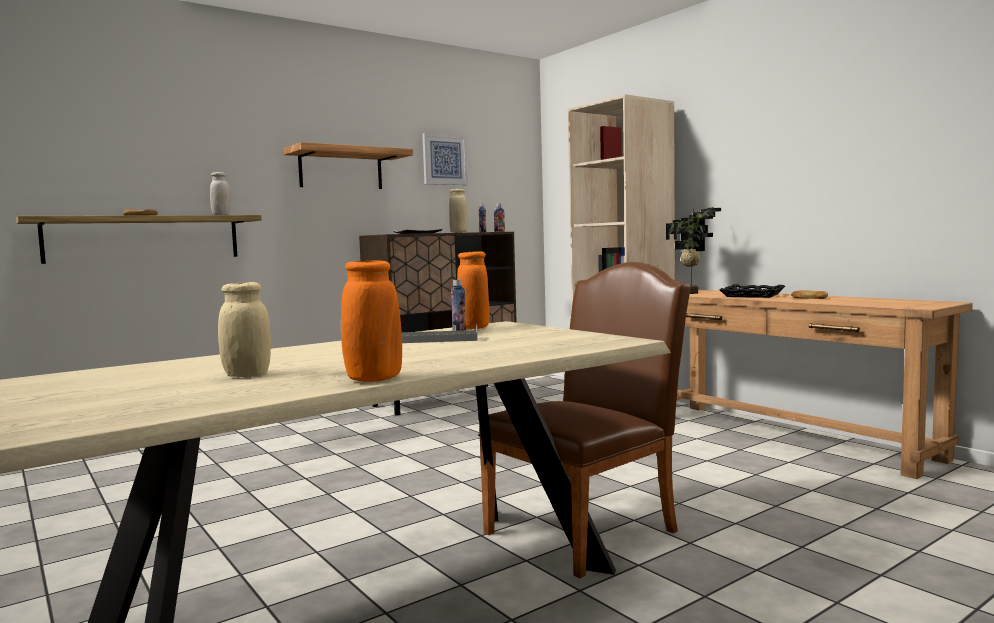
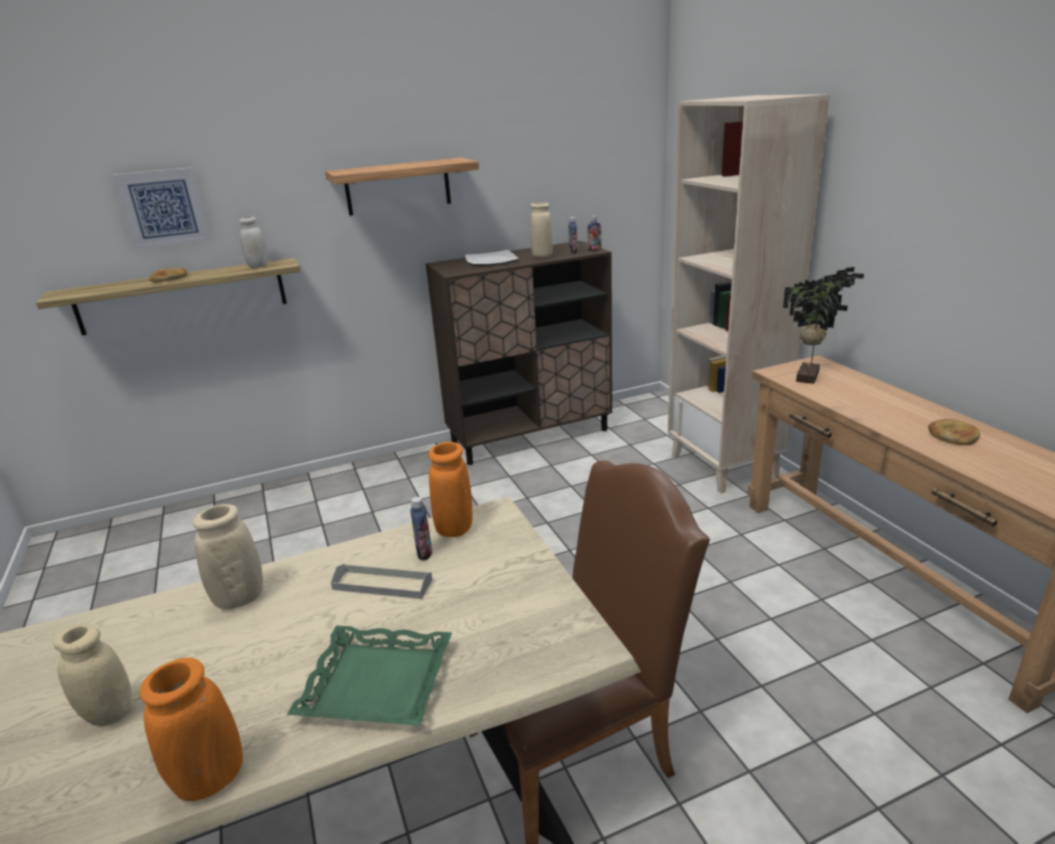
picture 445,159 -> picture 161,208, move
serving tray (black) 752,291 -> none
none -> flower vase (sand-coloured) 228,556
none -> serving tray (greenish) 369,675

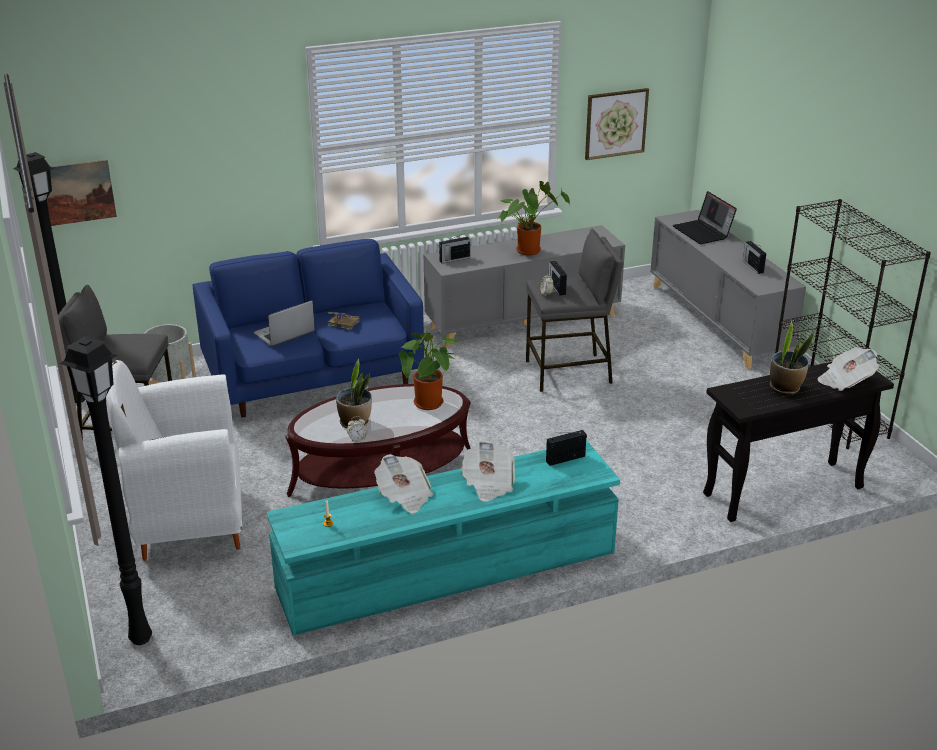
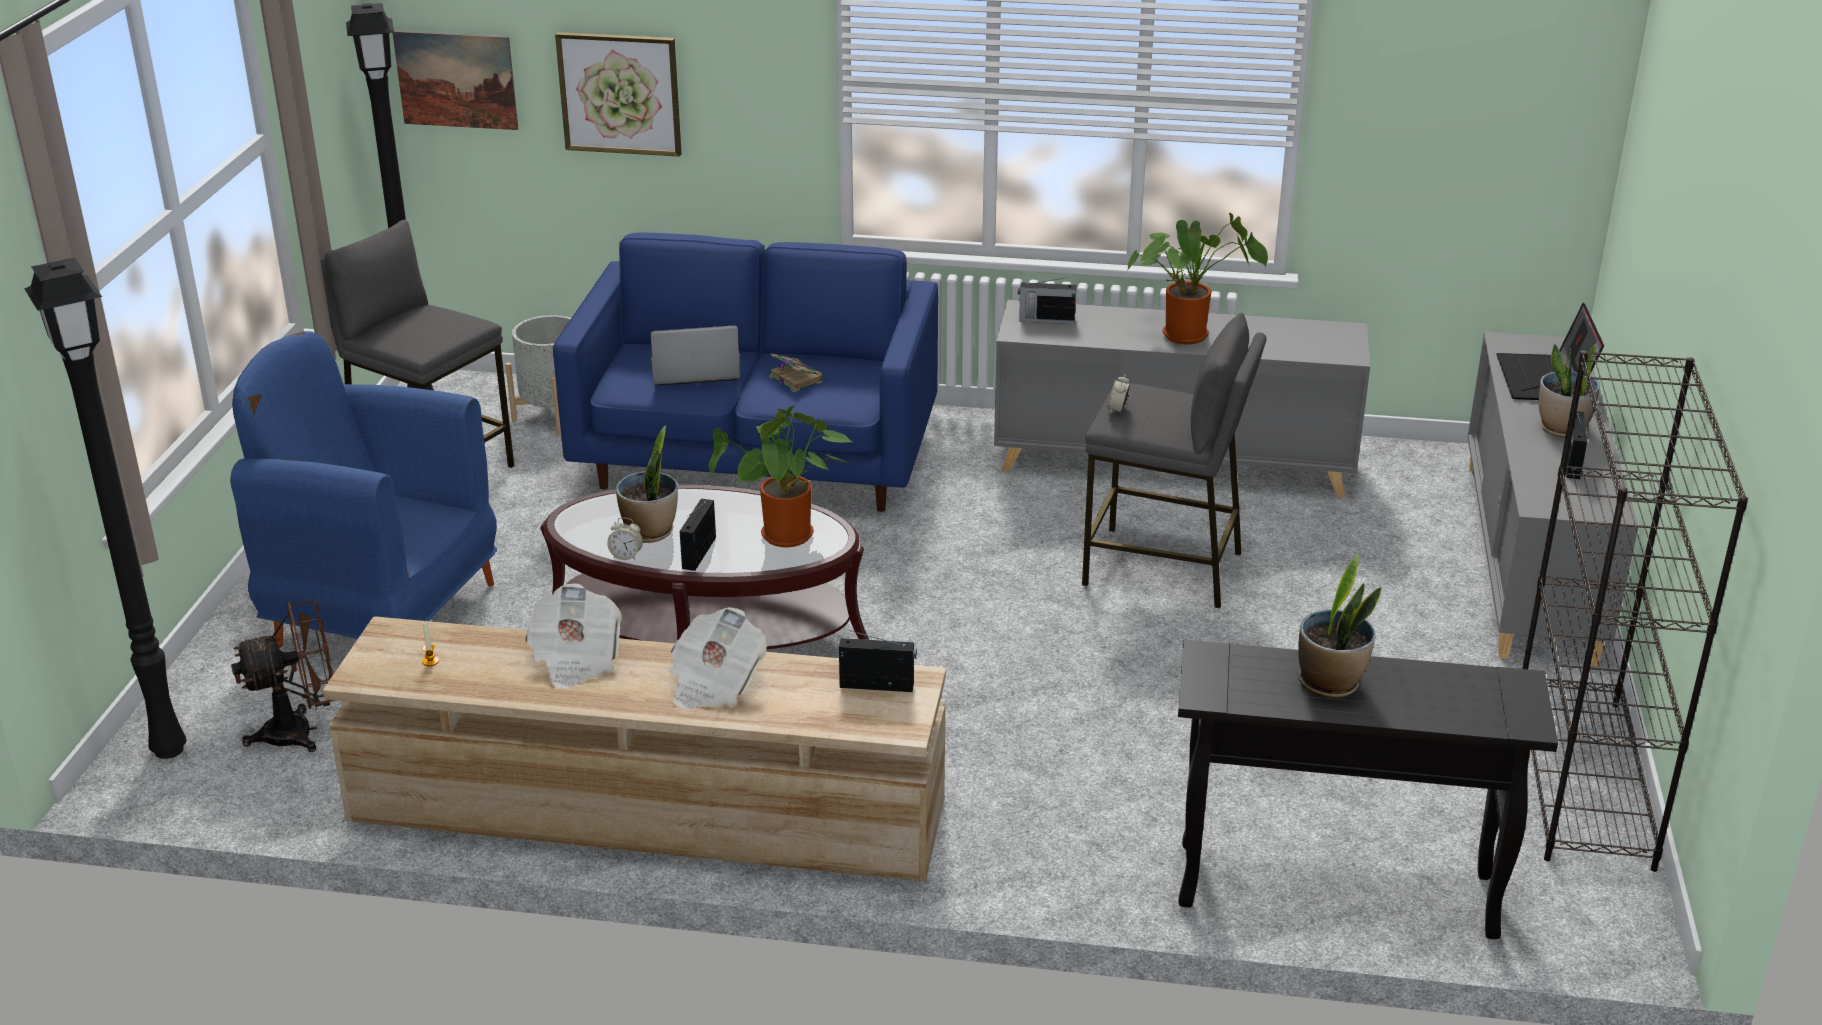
armchair (whitish) 174,460 -> armchair (blue) 363,489
tv stand (blue-green) 443,538 -> tv stand (sand-coloured) 634,749
radio 558,278 -> radio 698,535, move
picture 617,124 -> picture 618,94, move
printed paper 848,369 -> none
none -> fan (brown-coloured) 283,676
none -> plant in a pot 1569,390

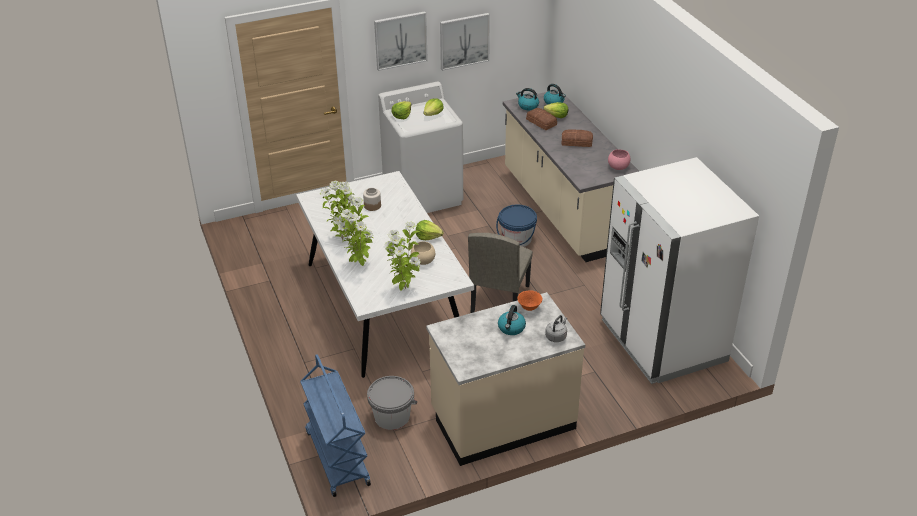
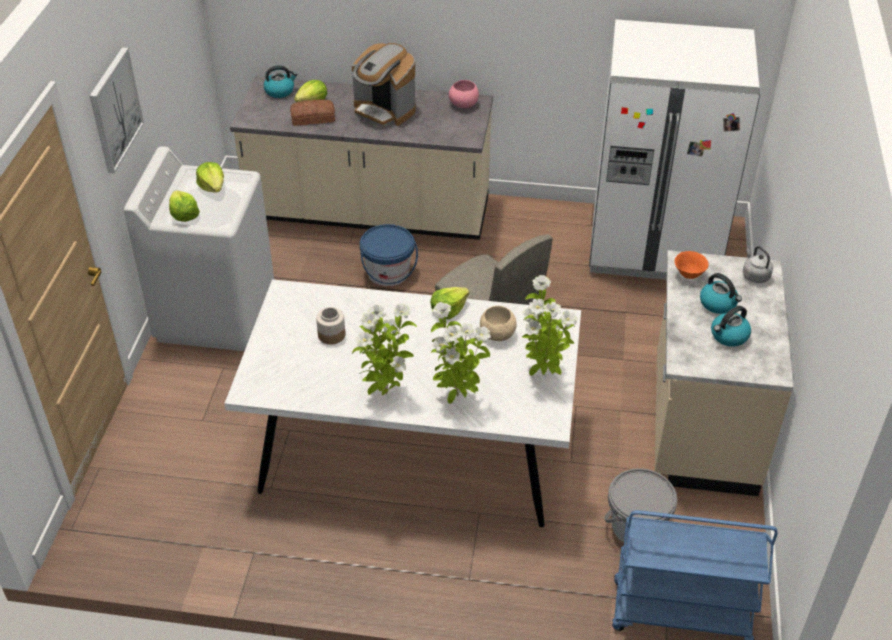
picture 465,42 -> none
tea kettle 527,99 -> tea kettle 731,326, move
bakery bread 577,138 -> coffee maker 384,85

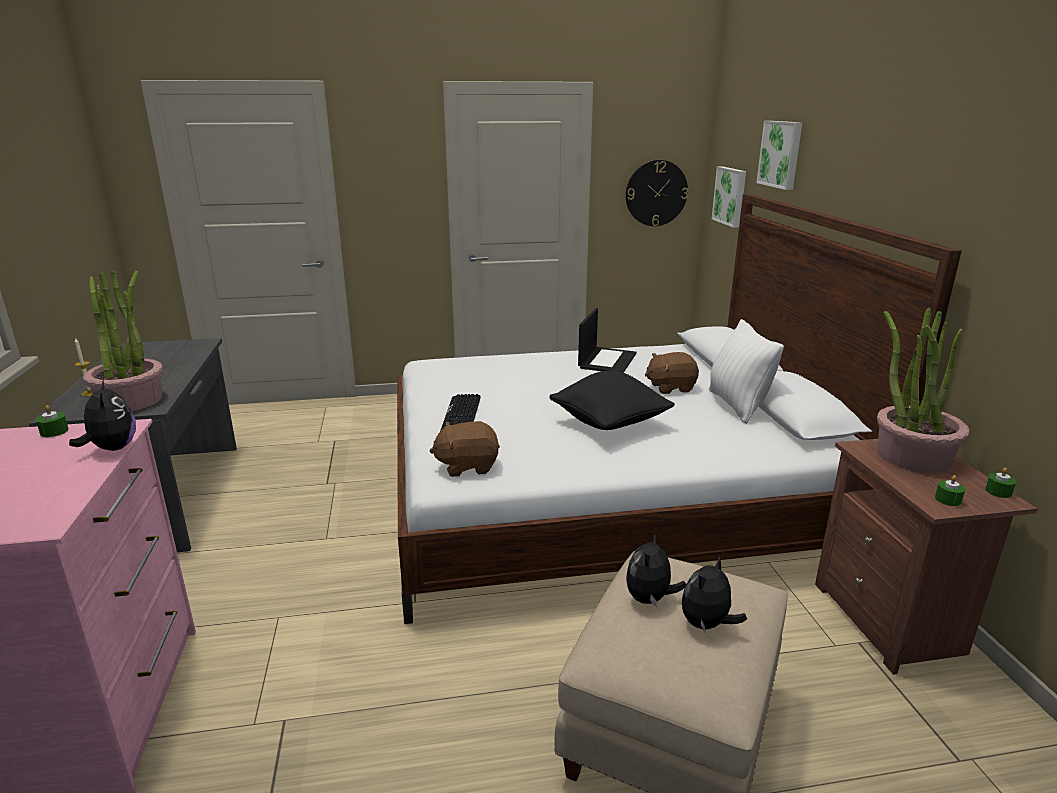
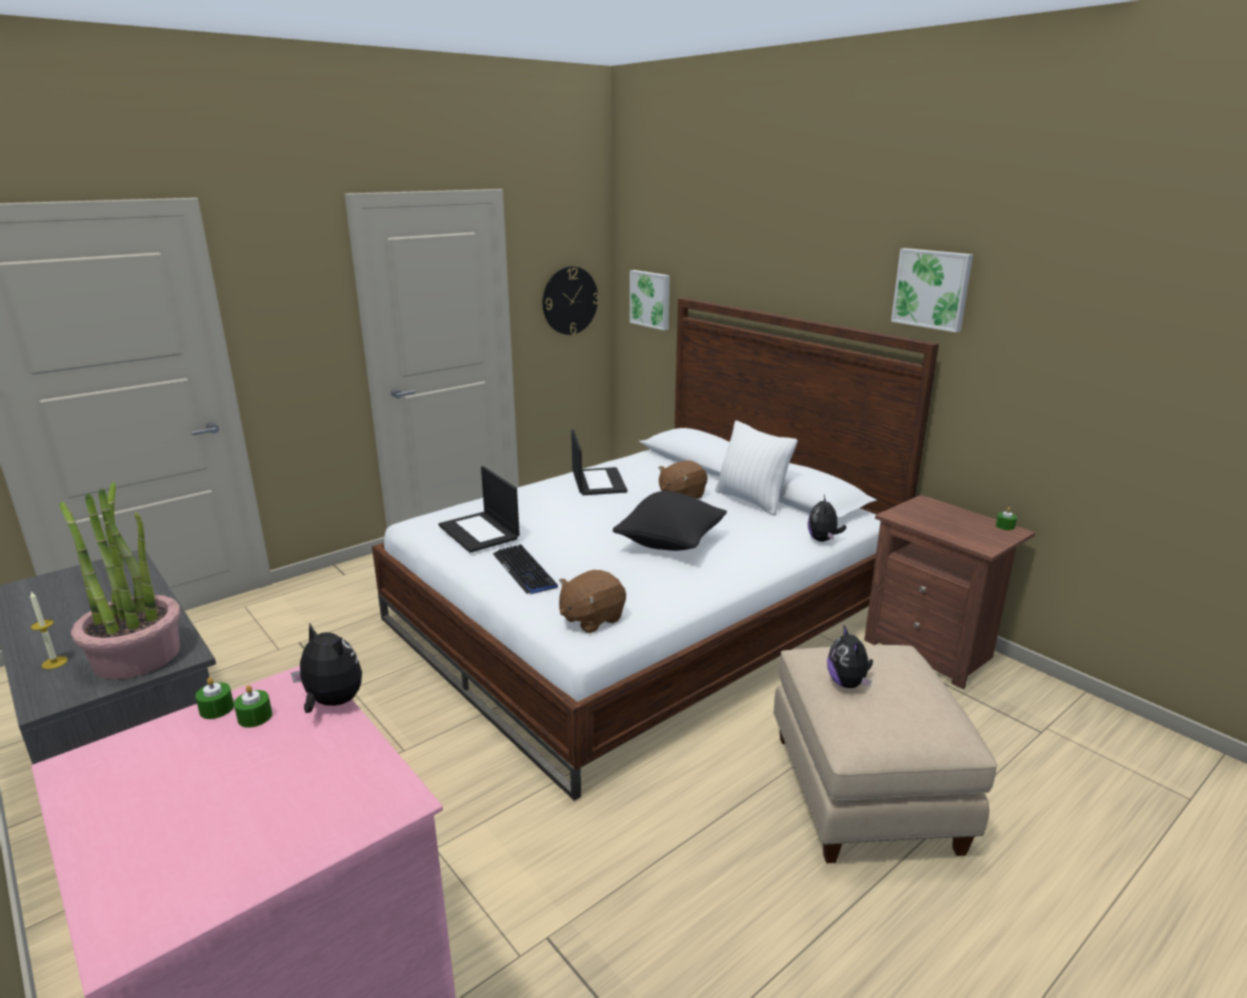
plush toy 714,593 -> plush toy 827,518, move
picture 779,155 -> picture 932,290, move
plant in a pot 923,390 -> none
candle (greenish) 950,490 -> candle (greenish) 253,706, move
none -> notebook computer 479,509

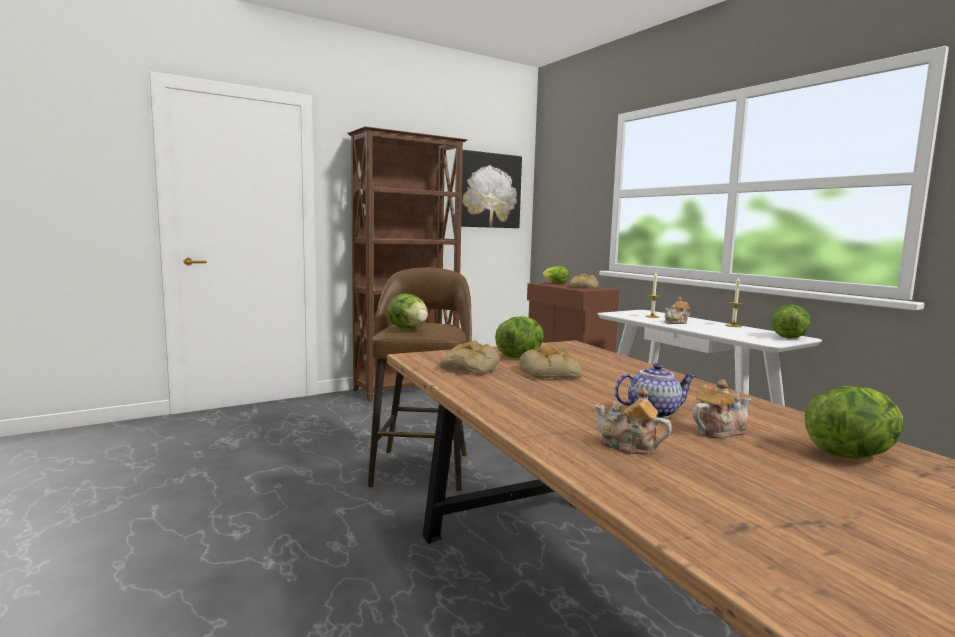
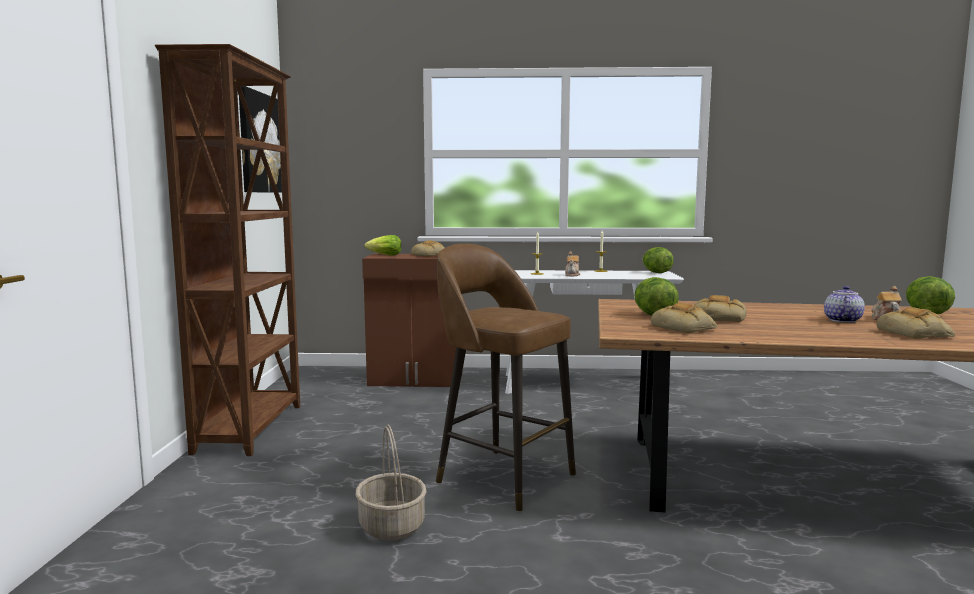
lettuce 407,311 -> none
teapot 633,421 -> bakery bread 916,323
none -> storage basket 391,483

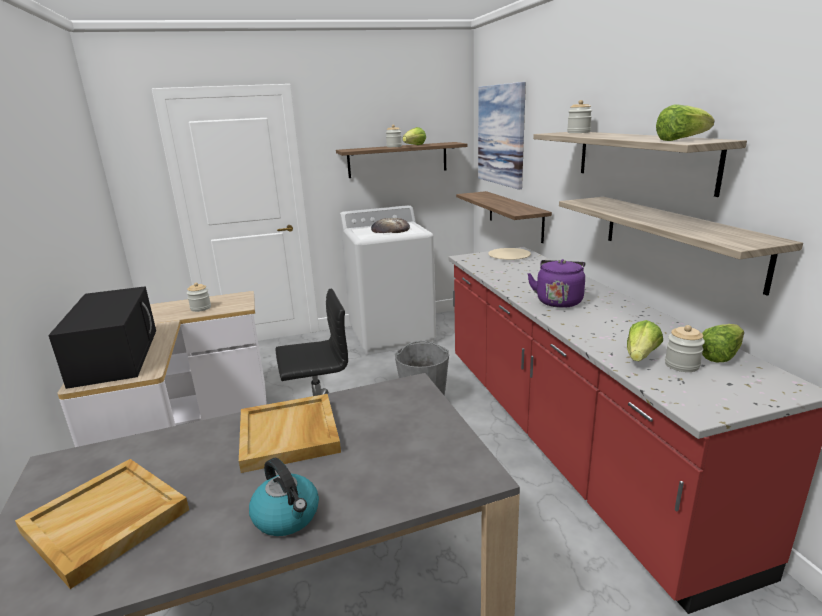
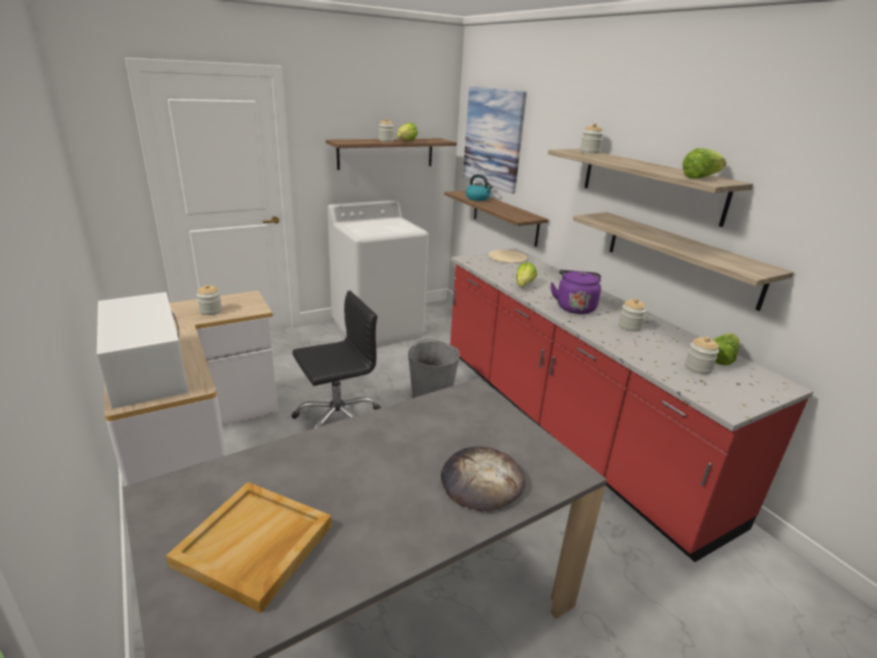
kitchen microwave (black) 102,337 -> kitchen microwave (whitish) 143,350
serving tray (sand-coloured) 290,433 -> none
tea kettle 284,497 -> tea kettle 479,187, move
bakery bread 390,225 -> bakery bread 483,478, move
lettuce 645,340 -> lettuce 526,274, move
none -> storage jar 632,315

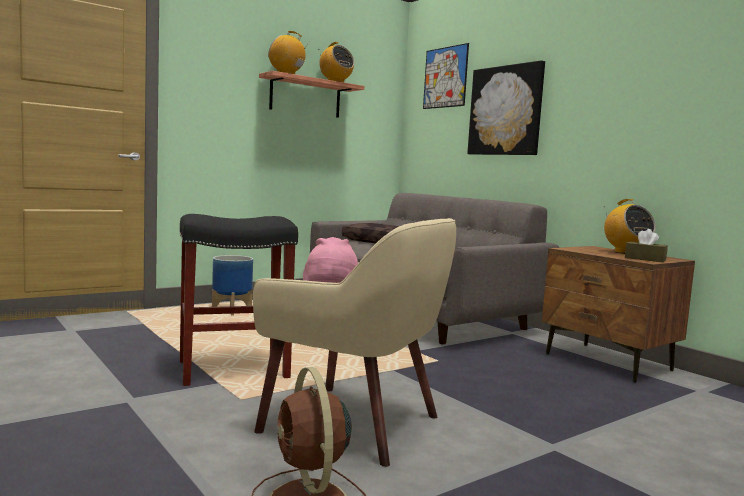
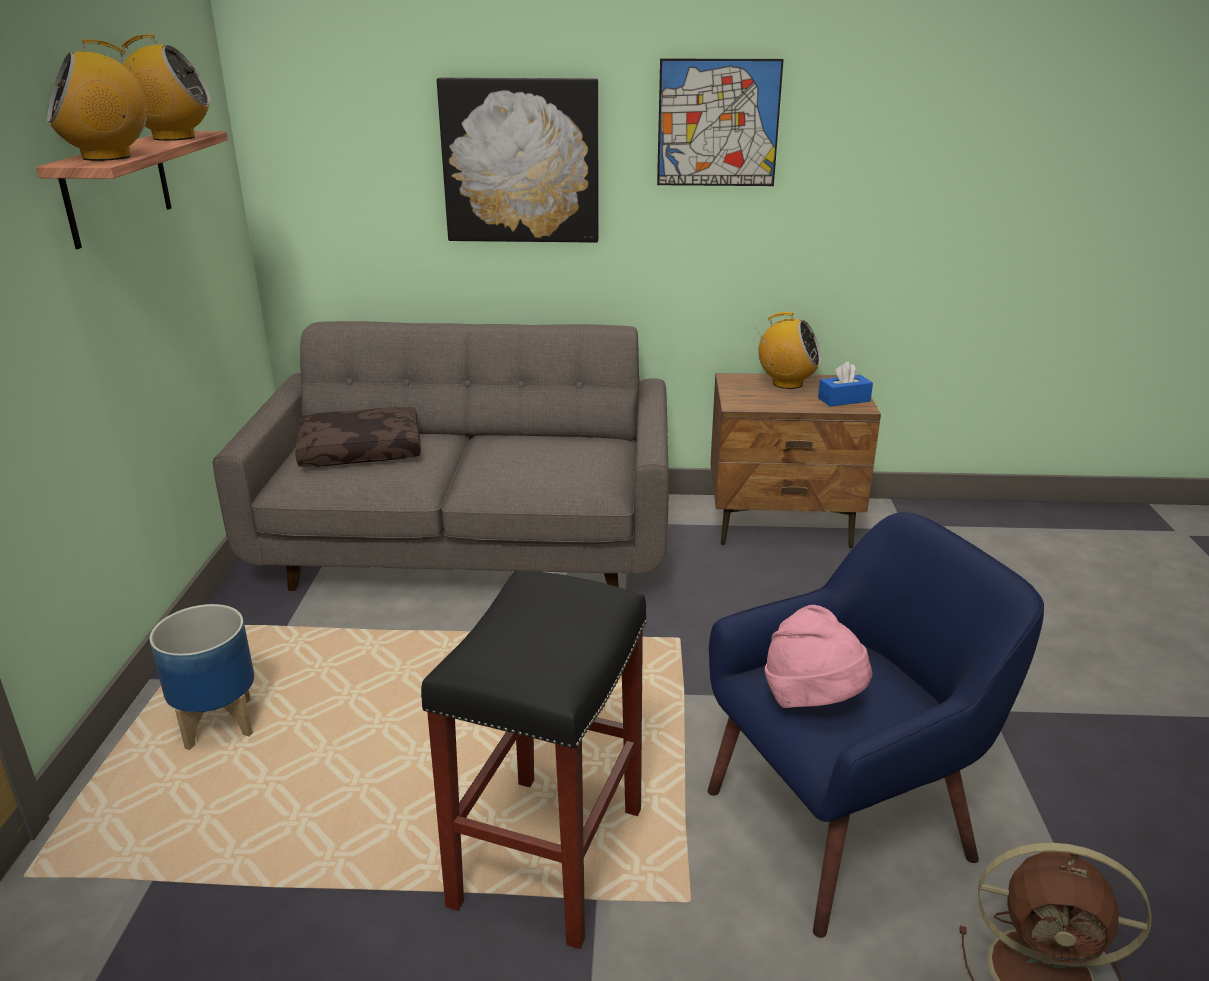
armchair (sand-coloured) 354,342 -> armchair (blue) 875,725
picture 446,76 -> picture 720,122, move
tissue box (brown-coloured) 646,245 -> tissue box (blue) 845,384

